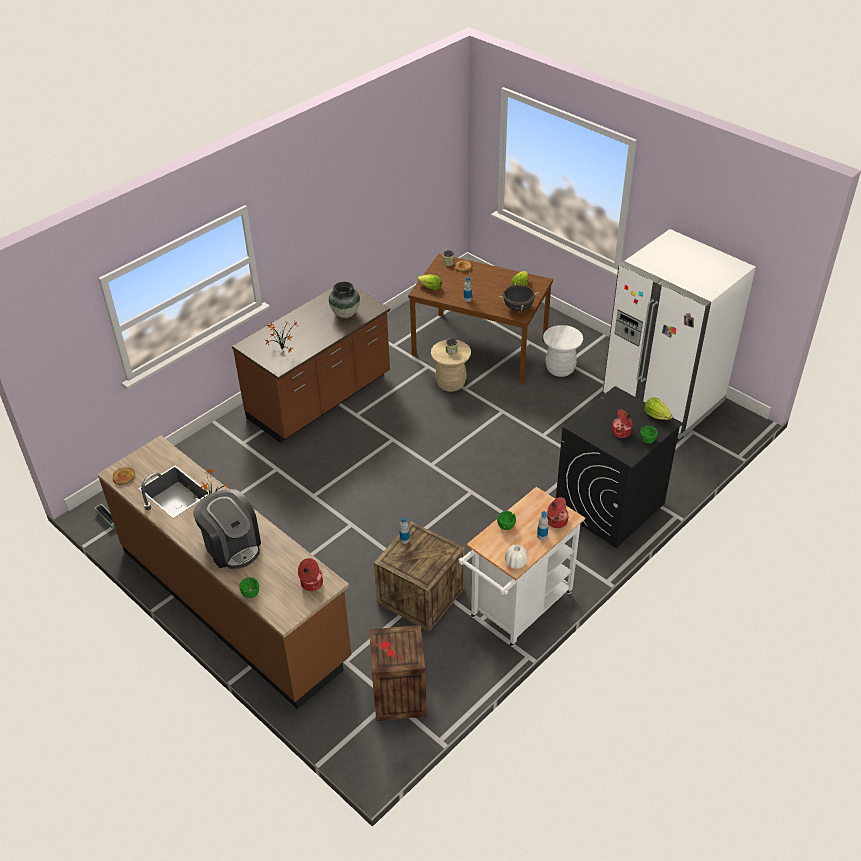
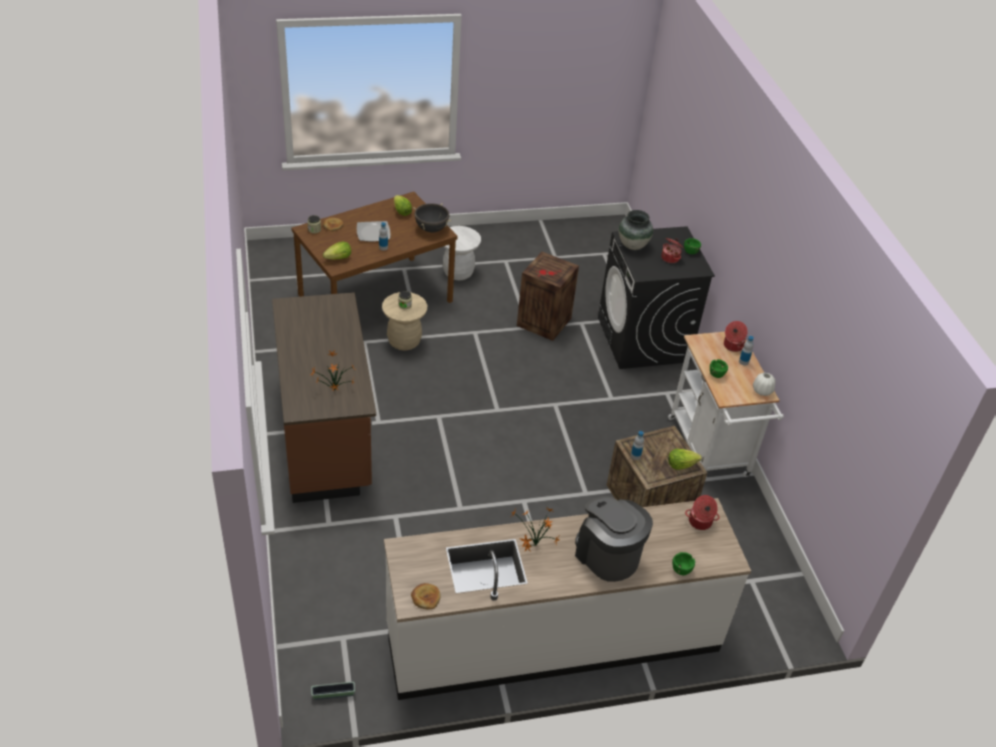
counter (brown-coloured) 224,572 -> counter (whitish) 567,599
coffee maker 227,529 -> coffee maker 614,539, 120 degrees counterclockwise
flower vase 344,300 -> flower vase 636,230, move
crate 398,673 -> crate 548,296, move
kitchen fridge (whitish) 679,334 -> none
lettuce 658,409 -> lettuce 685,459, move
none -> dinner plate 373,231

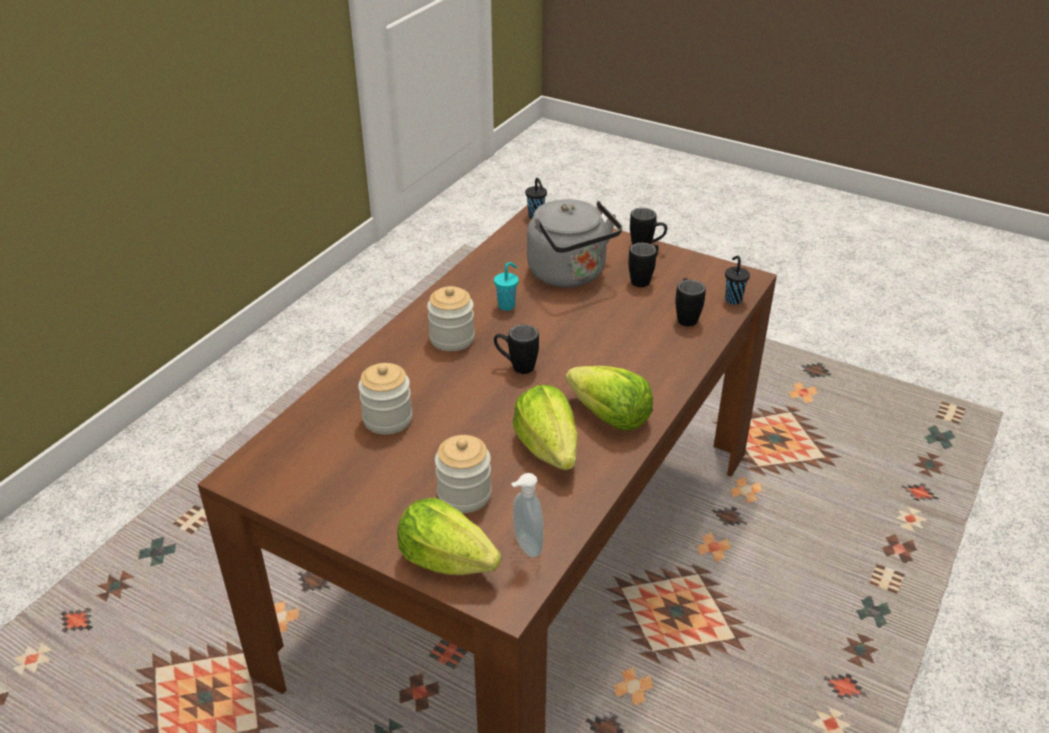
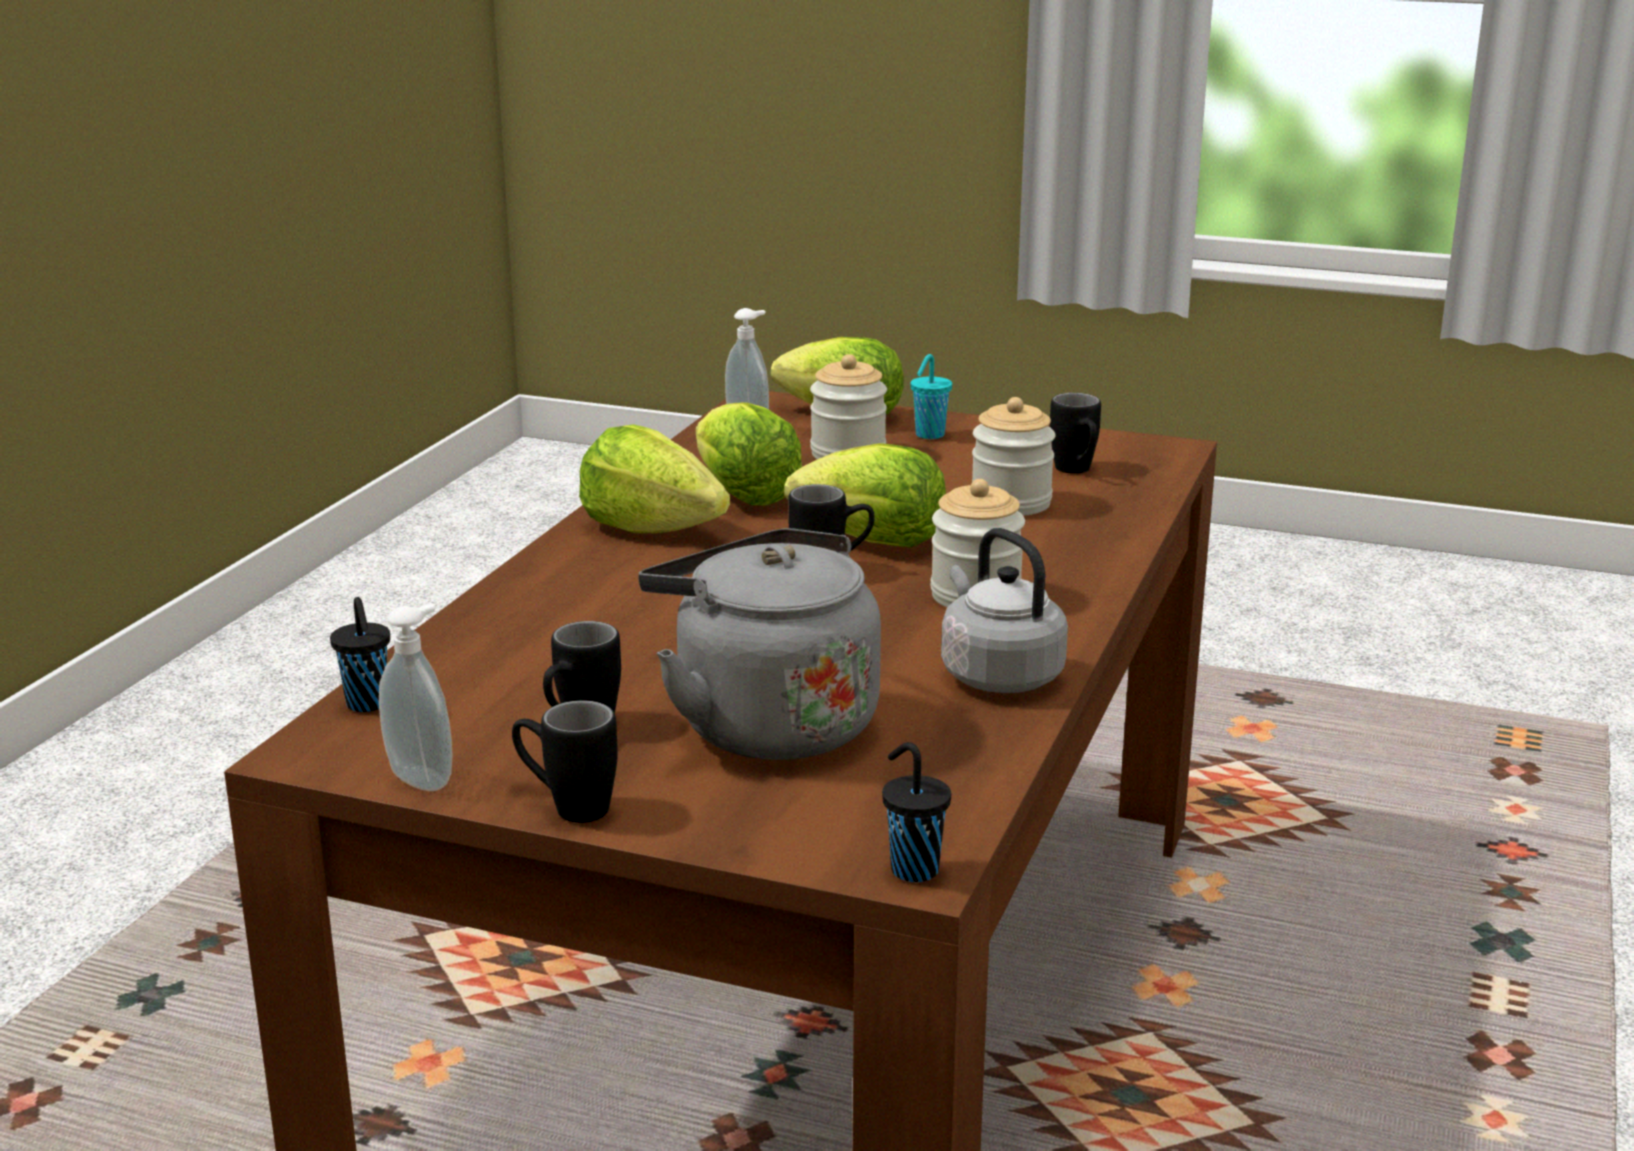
small cup (blue-green) 506,286 -> small cup (blue-green) 931,396, move
mug (black) 690,302 -> mug (black) 1075,433, move
none -> soap dispenser 415,697
none -> lettuce 865,495
none -> tea kettle (gray) 1004,610

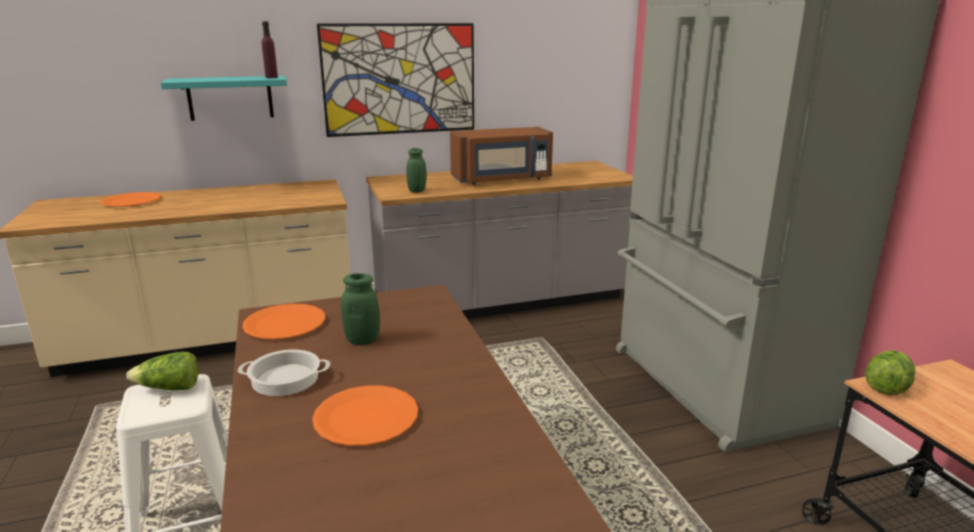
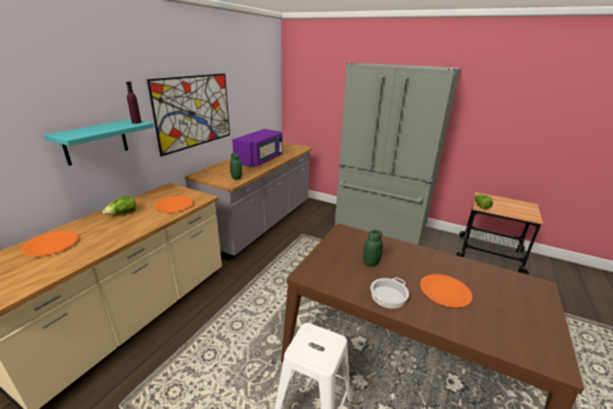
lettuce 162,371 -> lettuce 119,205, move
dinner plate (orange) 283,321 -> dinner plate (orange) 174,204, move
kitchen microwave (brown-coloured) 501,156 -> kitchen microwave (purple) 257,148

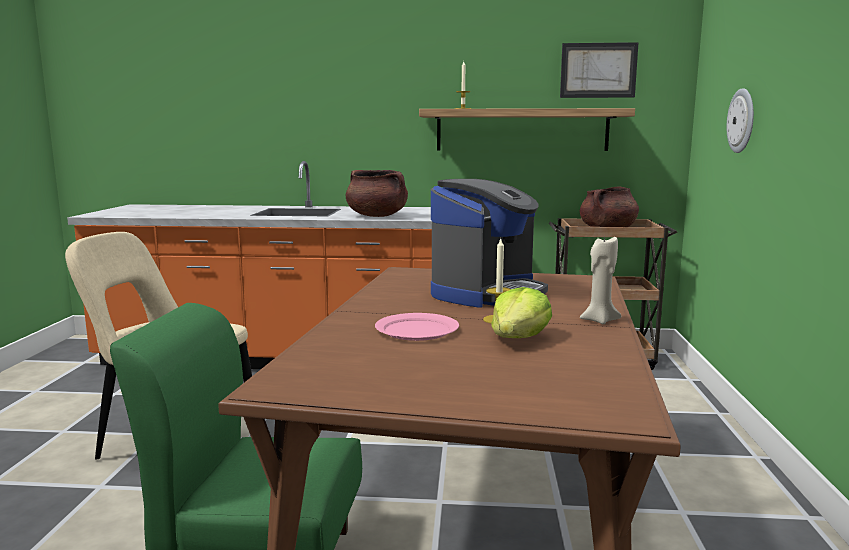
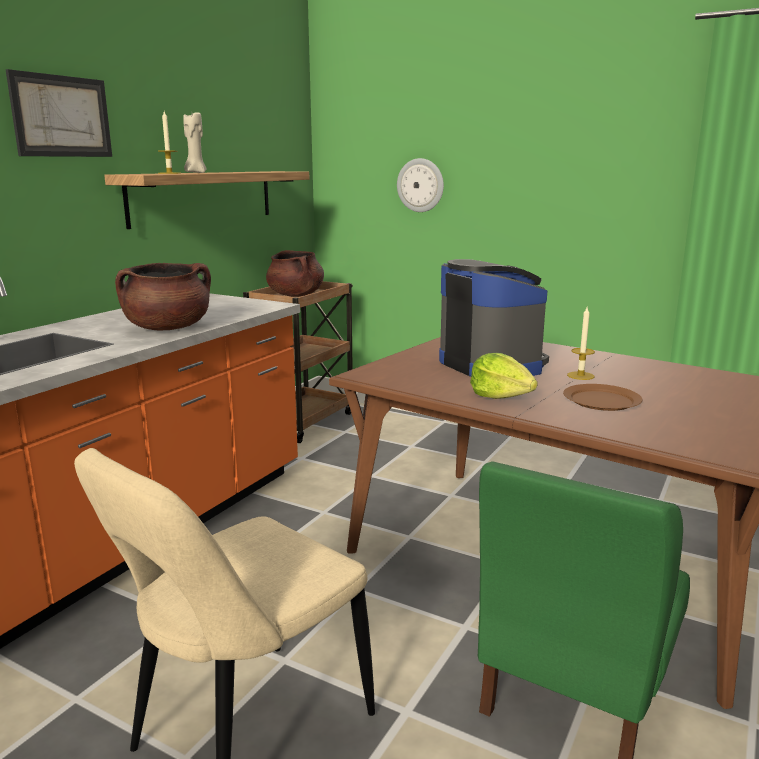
dinner plate (pink-coloured) 417,327 -> dinner plate (brown-coloured) 603,397
lettuce 521,312 -> lettuce 504,376, move
picture 599,70 -> picture 59,113, move
candle (sand-coloured) 600,280 -> candle (sand-coloured) 194,142, move

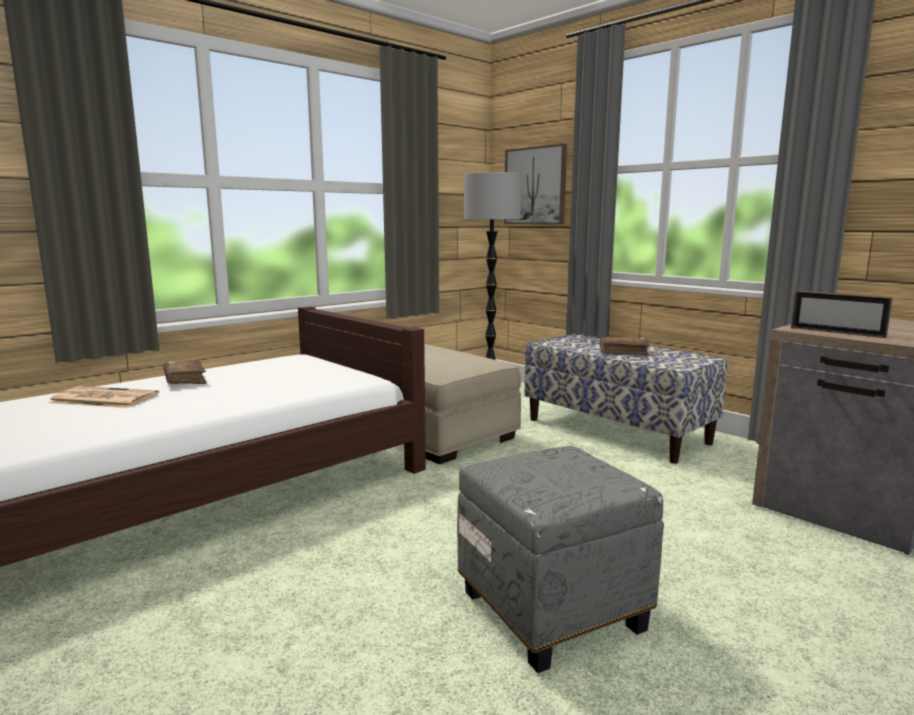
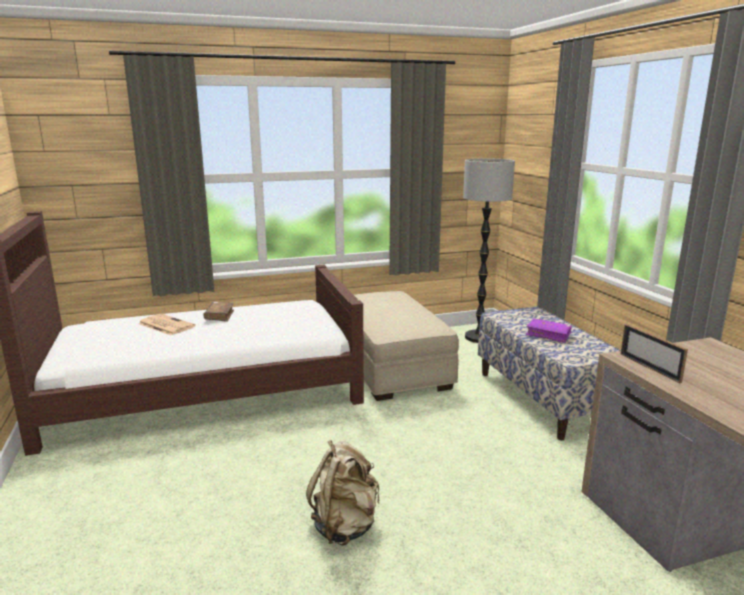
ottoman (gray) 560,559 -> rucksack (sand-coloured) 343,493
picture 535,184 -> none
bound book (brown-coloured) 624,346 -> bound book (purple) 549,330

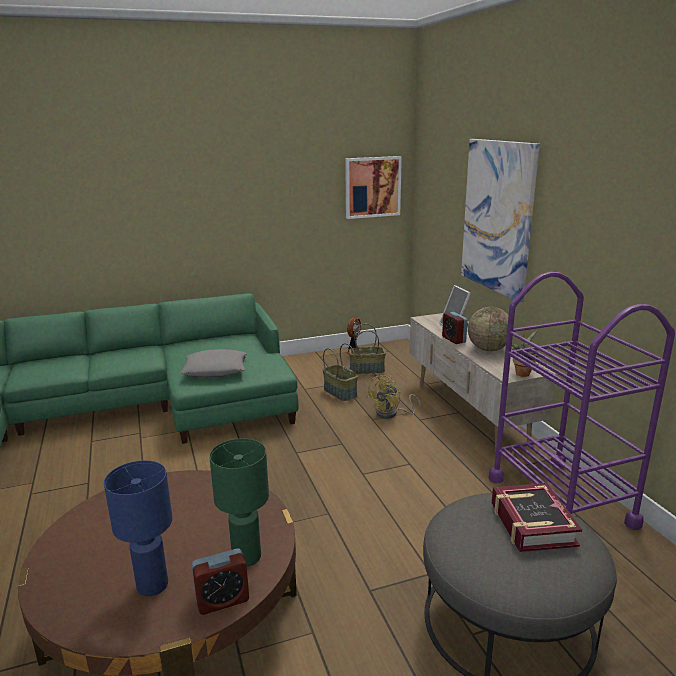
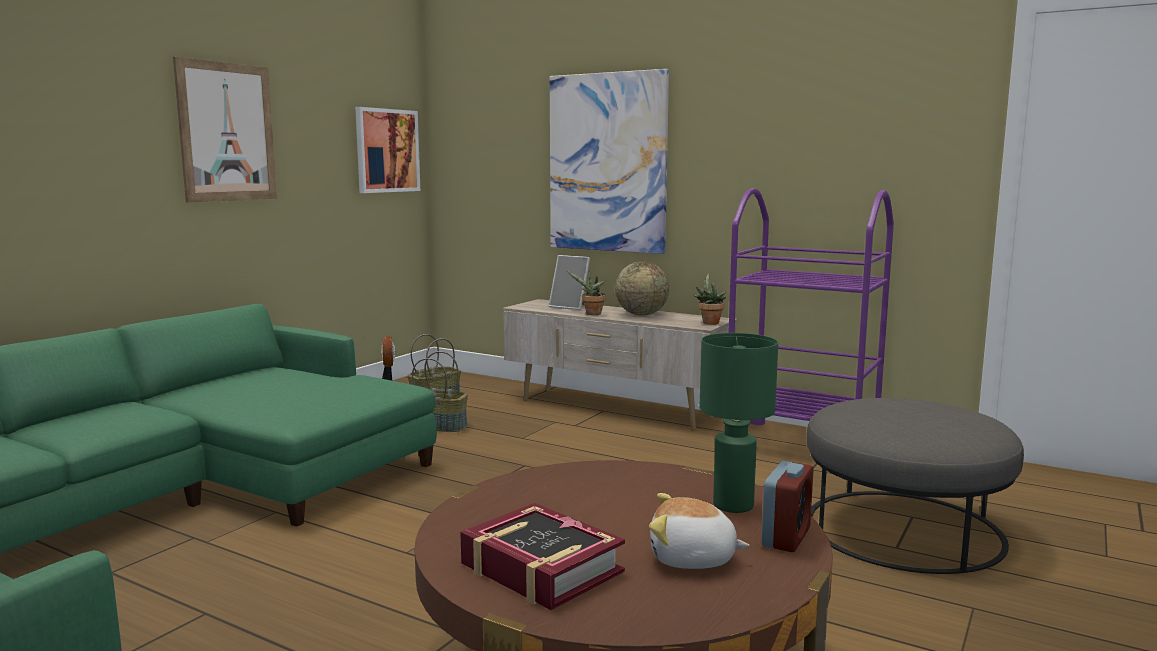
lamp for a table (blue) 138,528 -> plush toy 699,531
throw pillow (gray) 213,363 -> none
fan (yellow) 393,397 -> none
bedside clock 455,328 -> plant in a pot 586,293
bound book 537,517 -> bound book 542,556, move
none -> picture 225,129

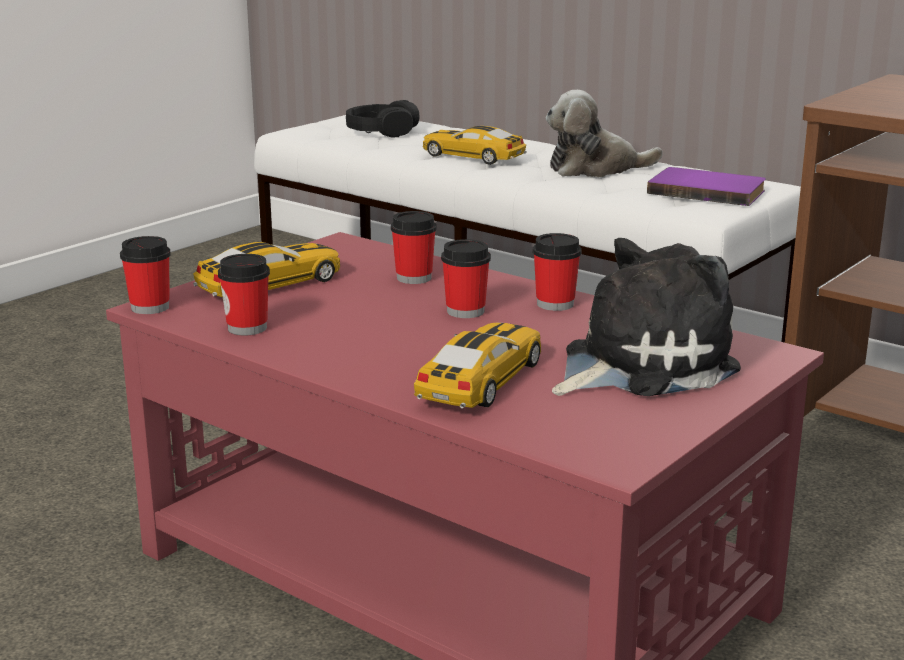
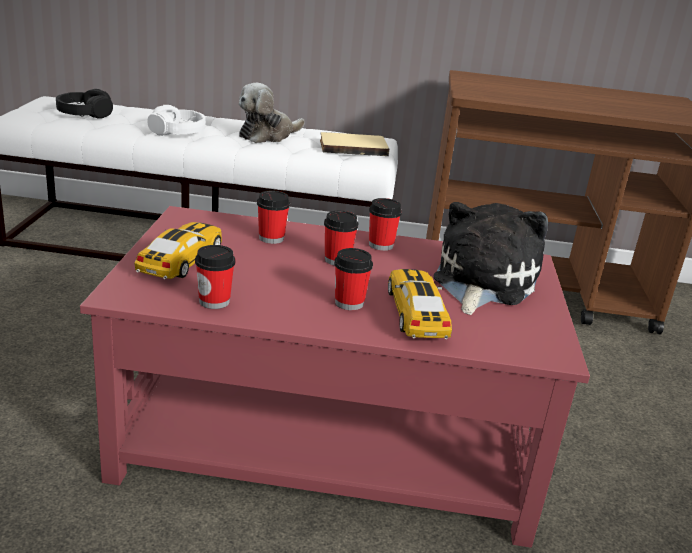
small cup 145,275 -> small cup 353,279, move
model car 474,145 -> headphones (whitish) 177,120
bound book (purple) 706,186 -> bound book (sand-coloured) 354,144

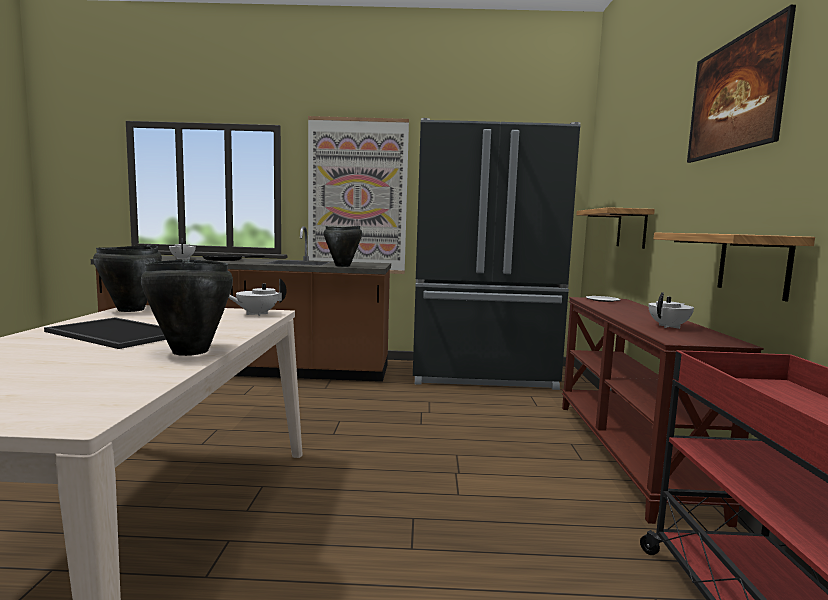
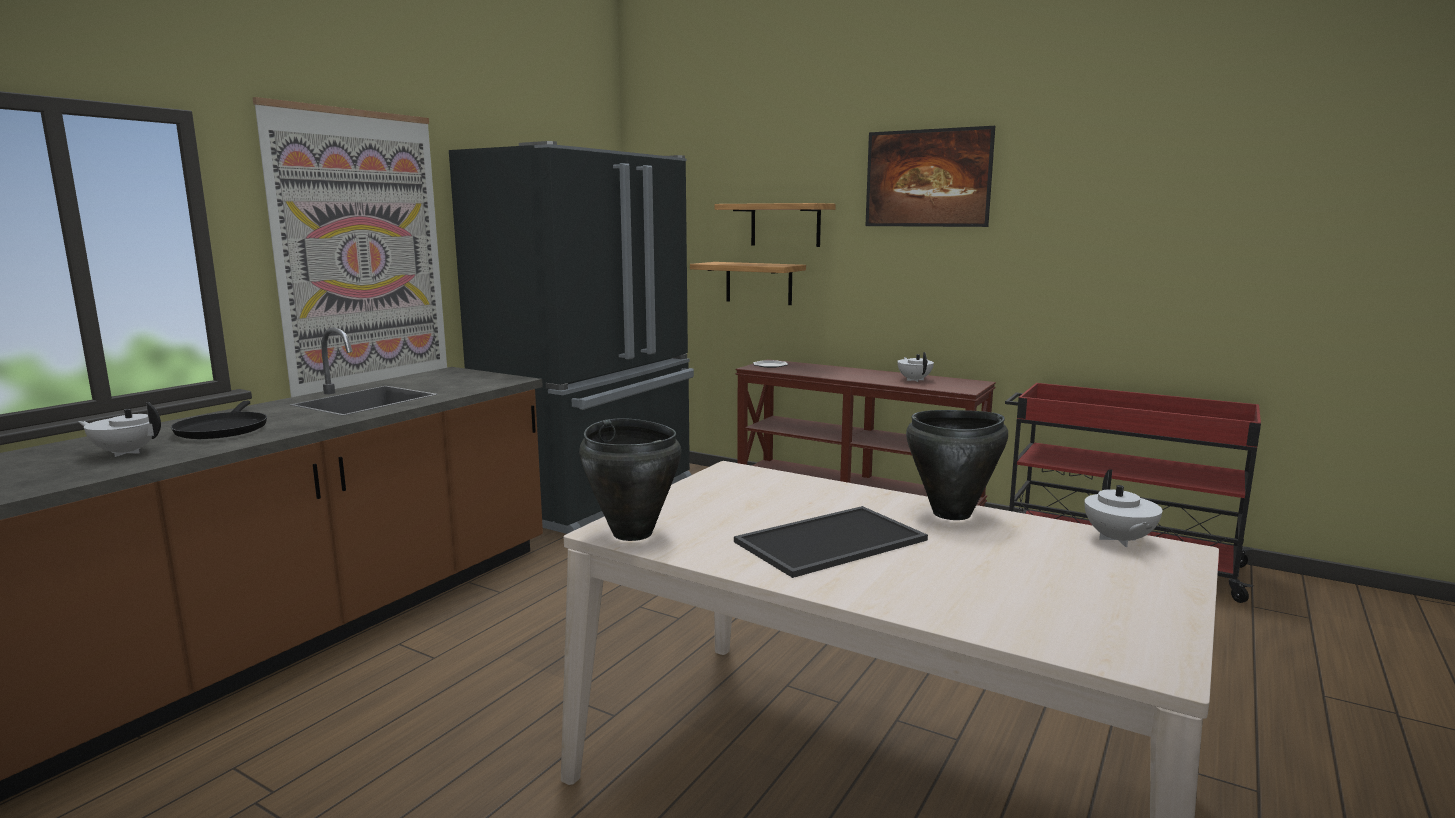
teapot (whitish) 258,297 -> teapot (whitish) 1123,508, move
cooking pot (black) 343,246 -> none
bracket shelf 734,266 -> bracket shelf 775,225, move

